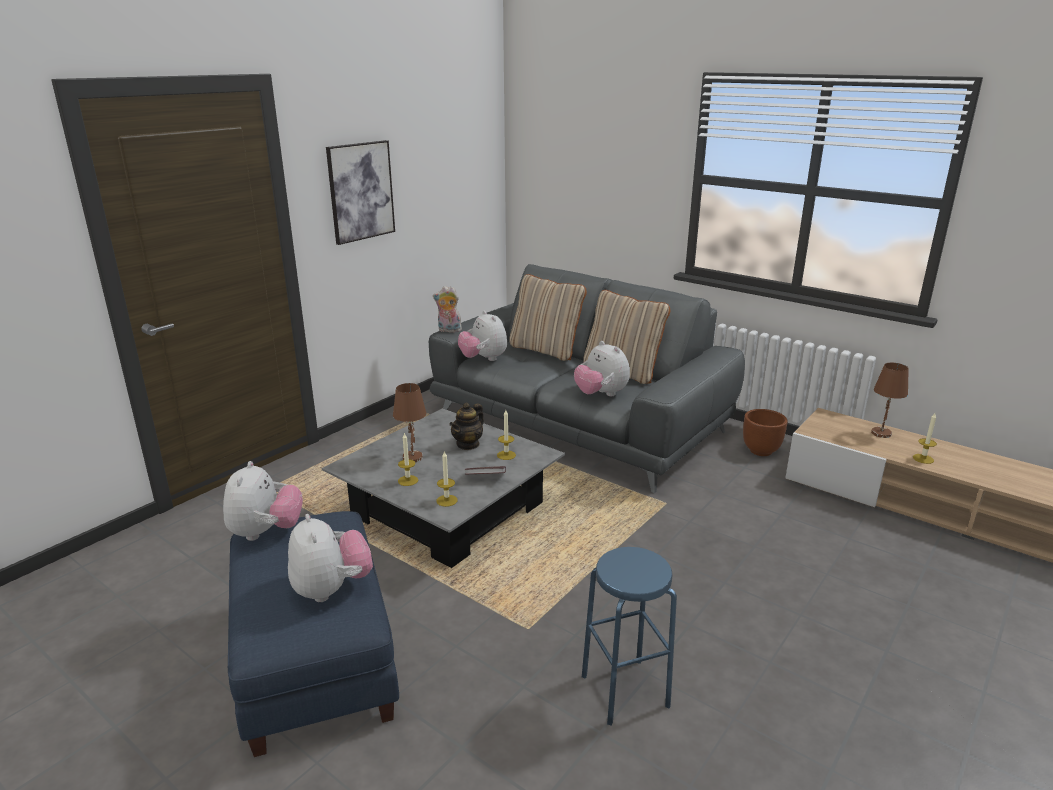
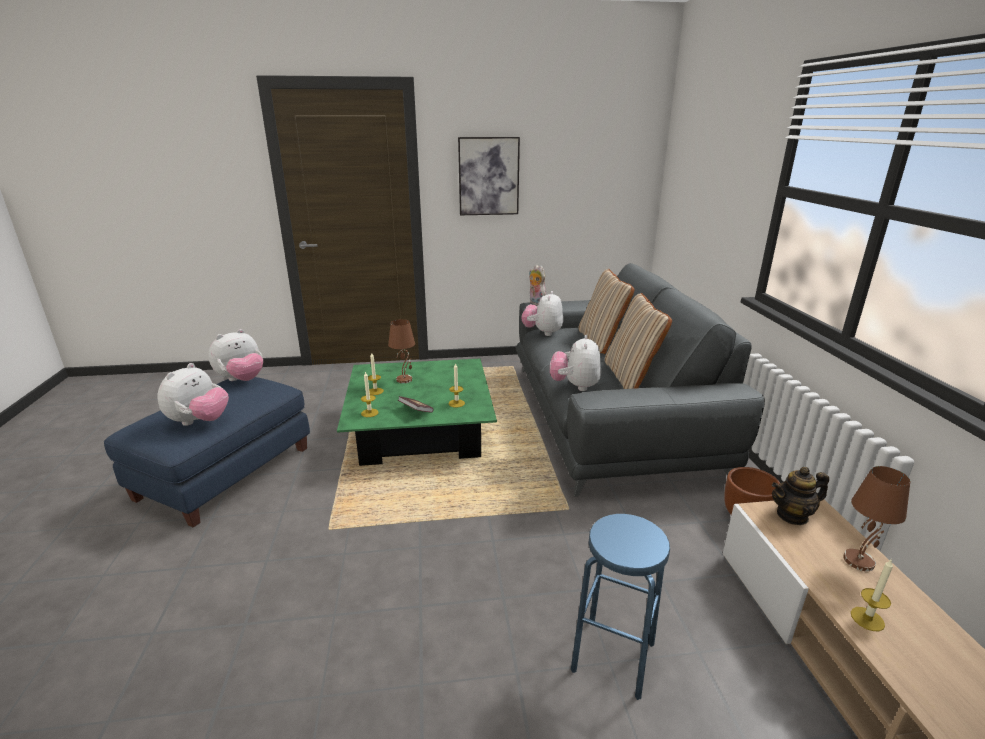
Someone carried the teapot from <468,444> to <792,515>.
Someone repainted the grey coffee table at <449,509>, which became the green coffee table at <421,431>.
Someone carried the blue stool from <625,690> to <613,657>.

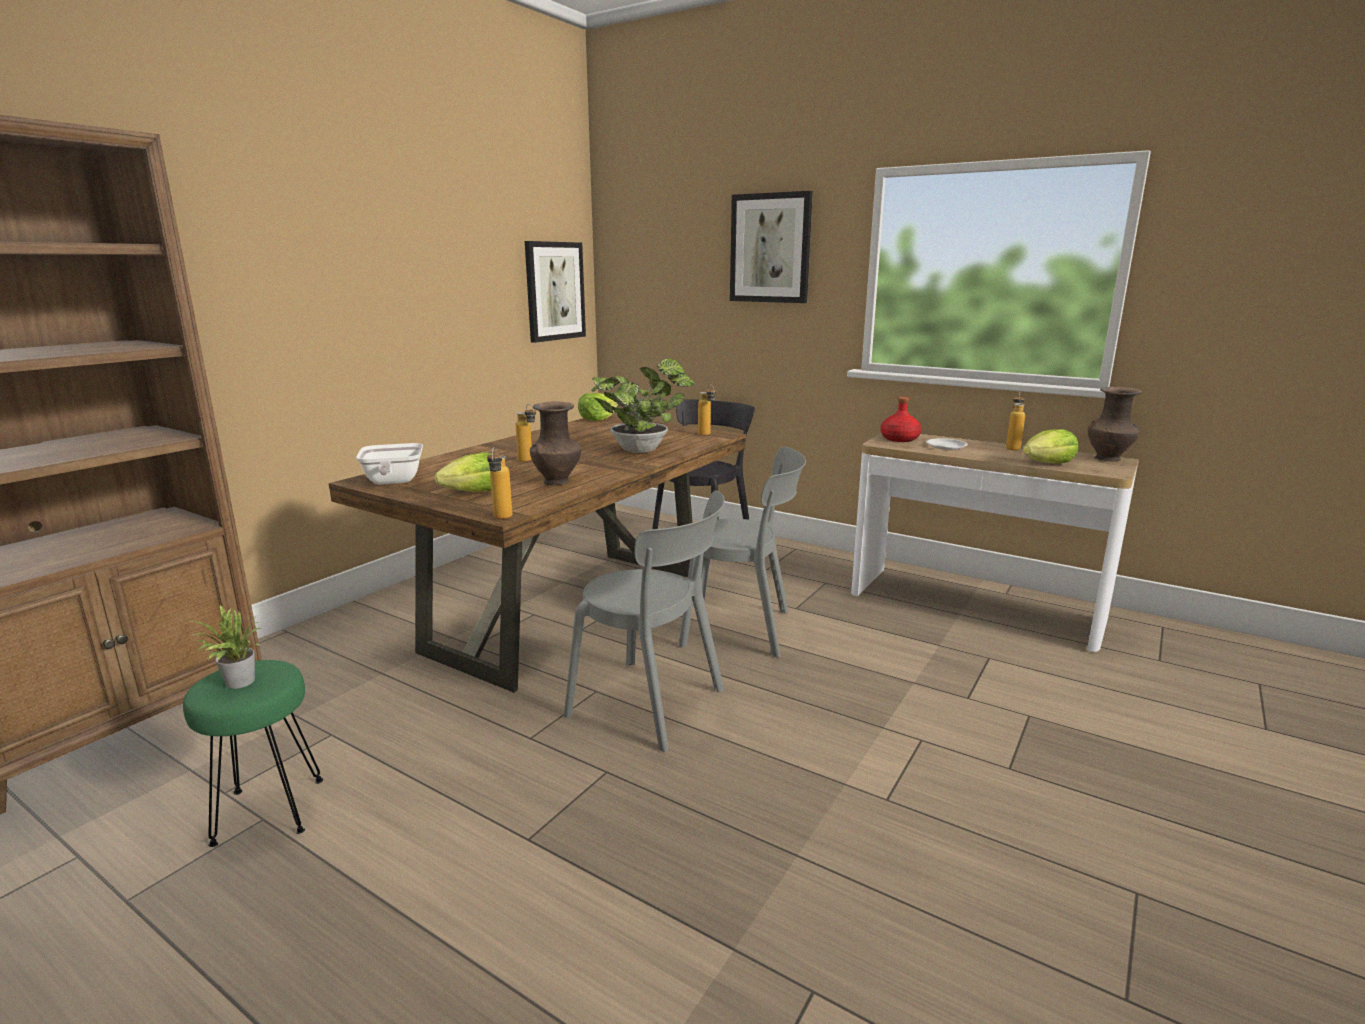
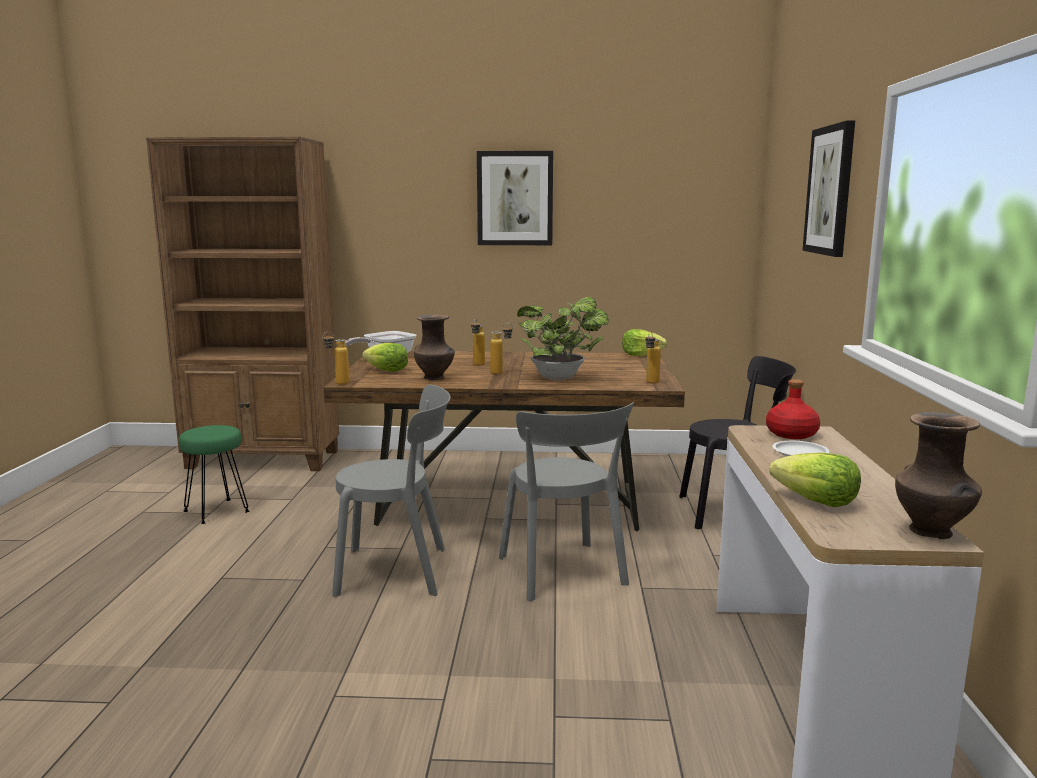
Someone carried the picture from <554,291> to <515,198>.
Someone carried the bottle from <1012,447> to <501,373>.
Someone rotated the grey chair at <652,705> by 90 degrees counterclockwise.
Someone took away the potted plant at <236,683>.

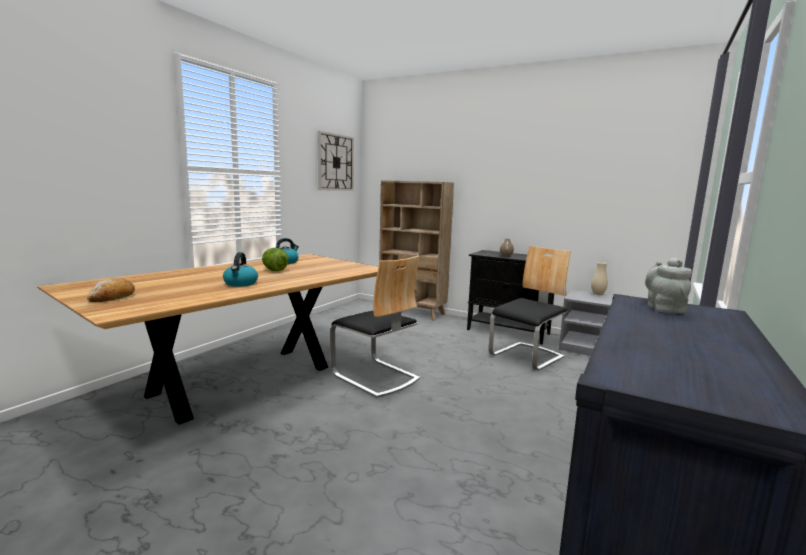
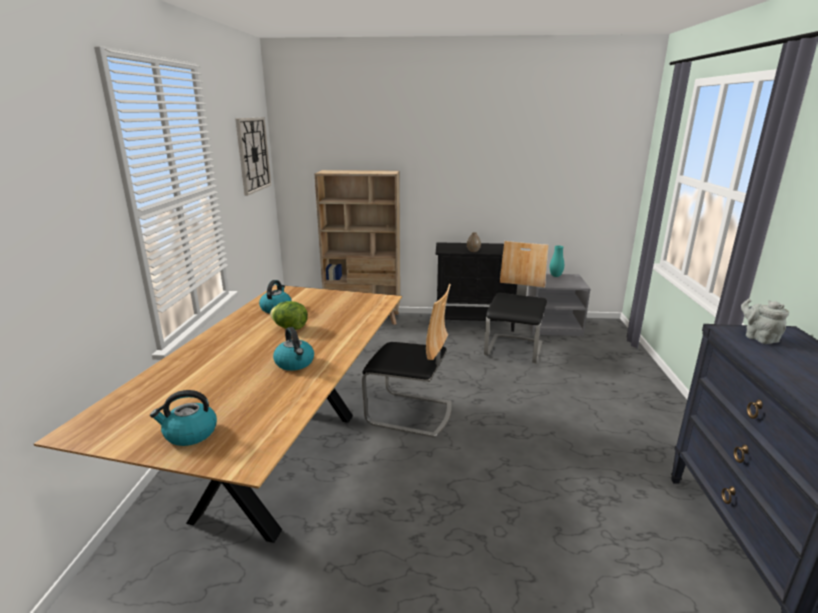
Someone repainted the beige vase at <598,294>, which became the turquoise vase at <555,276>.
Someone swapped the bread at <112,297> for the kettle at <190,434>.

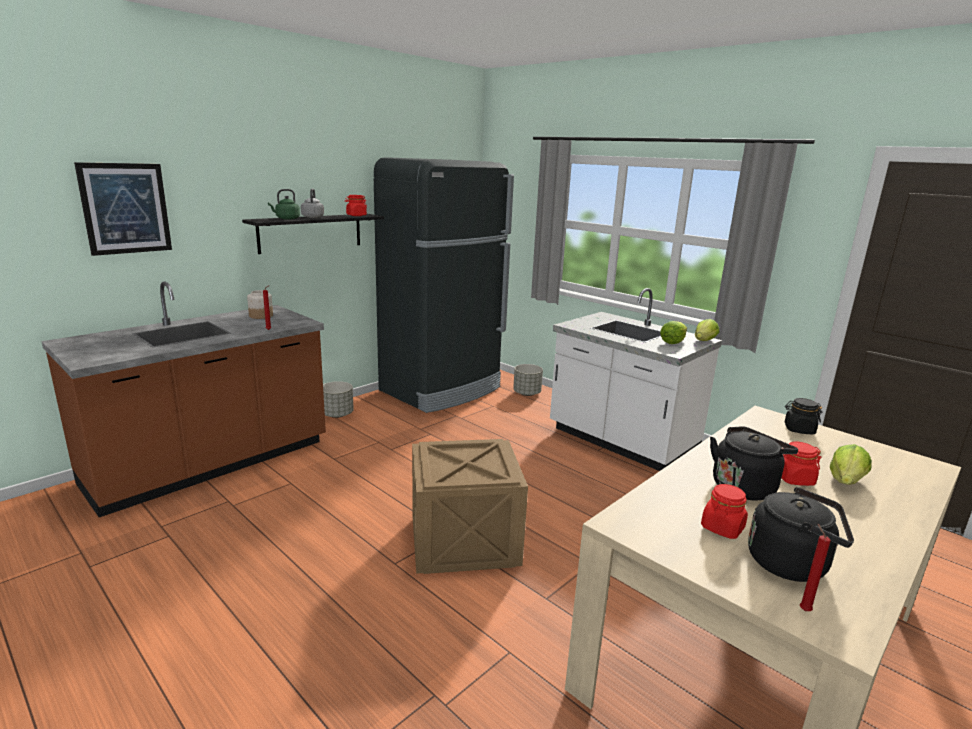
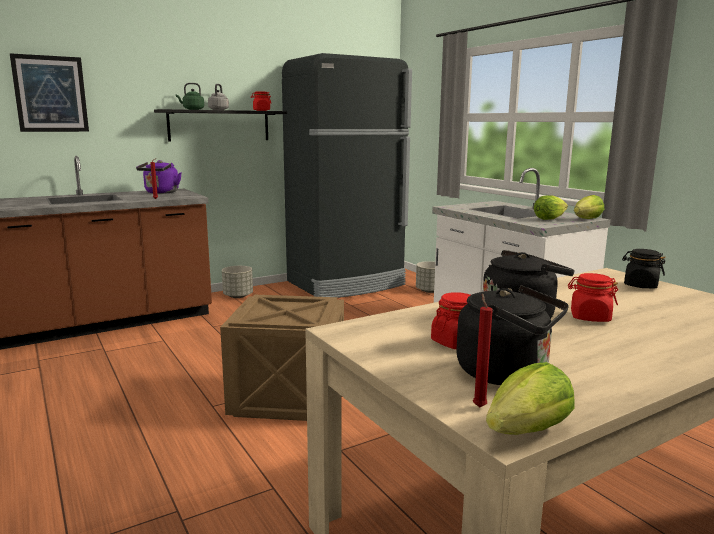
Someone swapped the jar at <260,316> for the purple kettle at <161,193>.
Someone carried the lettuce from <846,481> to <528,431>.

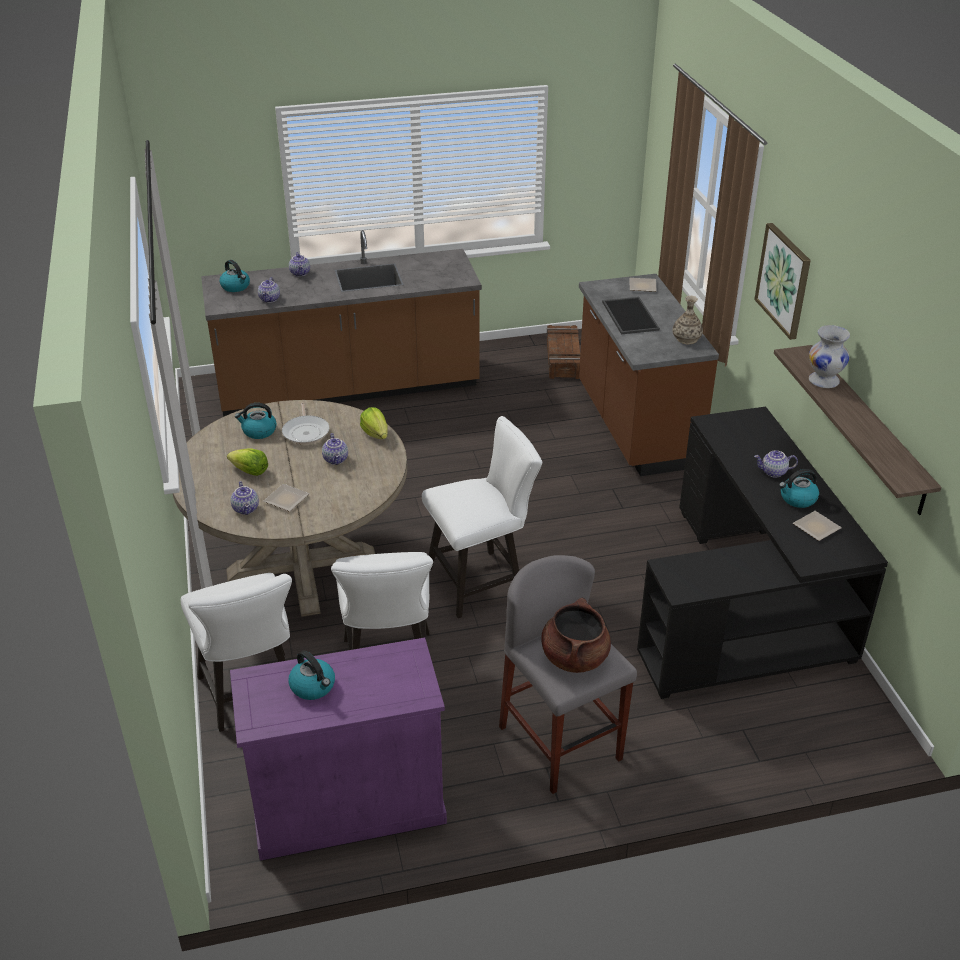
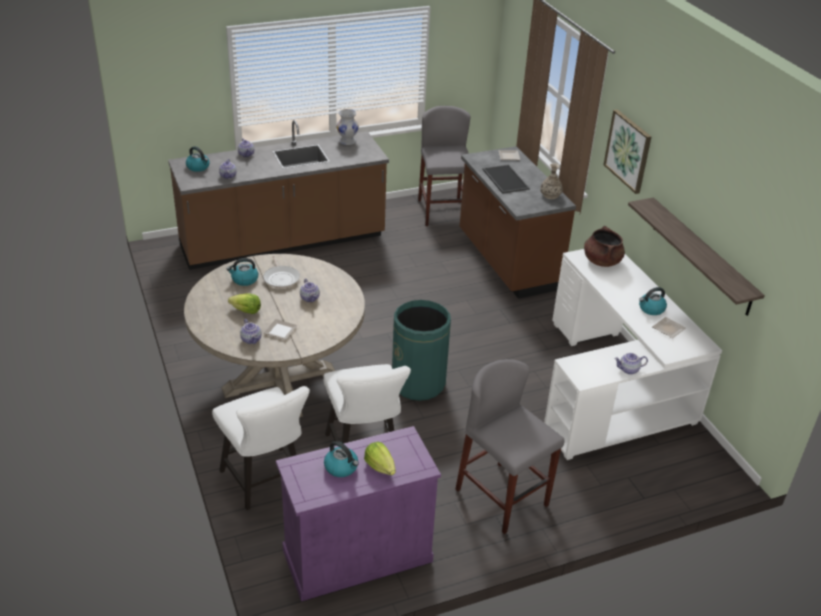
Someone swapped the crate at <563,358> for the grey stool at <442,212>.
Someone carried the white vase from <823,381> to <347,141>.
Someone repainted the black desk at <748,604>, which became the white desk at <614,387>.
Someone carried the lettuce from <376,434> to <380,466>.
Someone swapped the white chair at <481,580> for the green trash can at <418,383>.
Someone carried the teapot from <773,472> to <628,370>.
Someone carried the brown cooking pot from <574,657> to <601,261>.

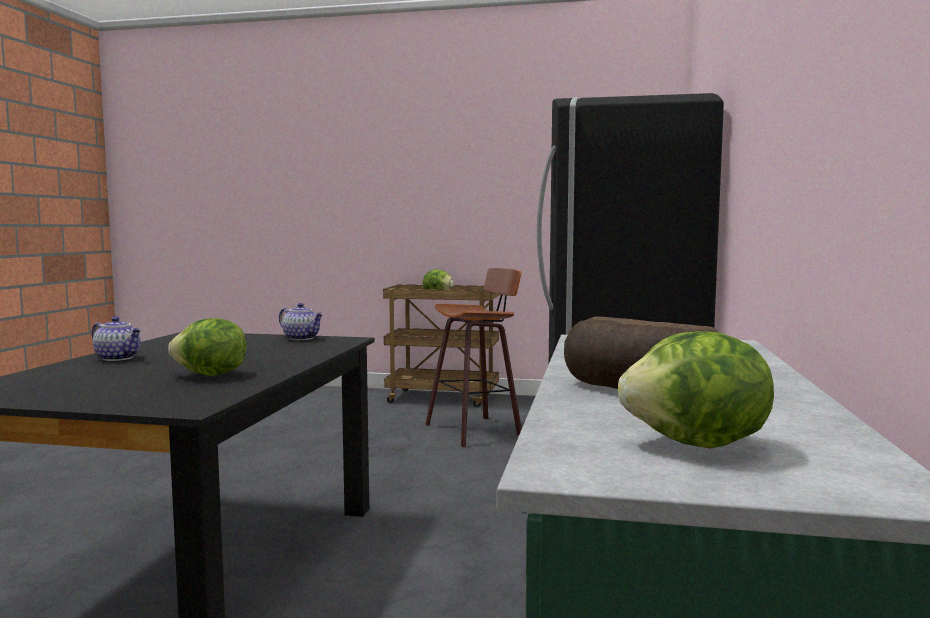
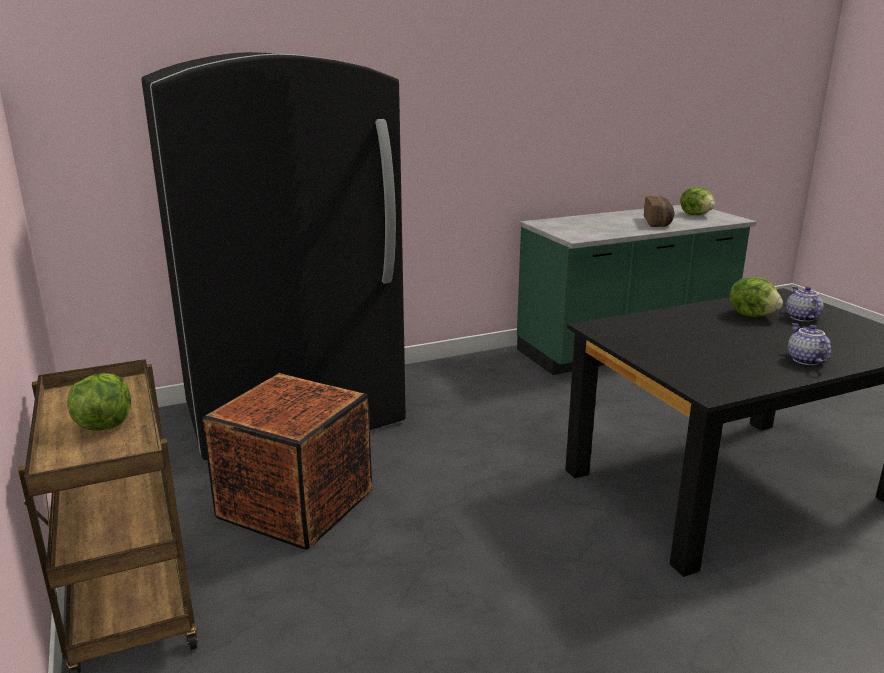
Someone swapped the stool at <476,430> for the crate at <296,504>.
Someone carried the teapot from <302,338> to <801,318>.

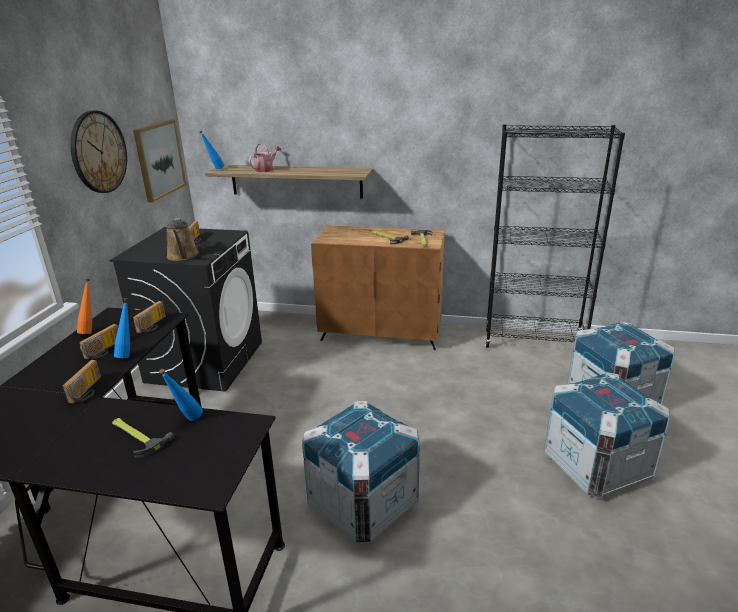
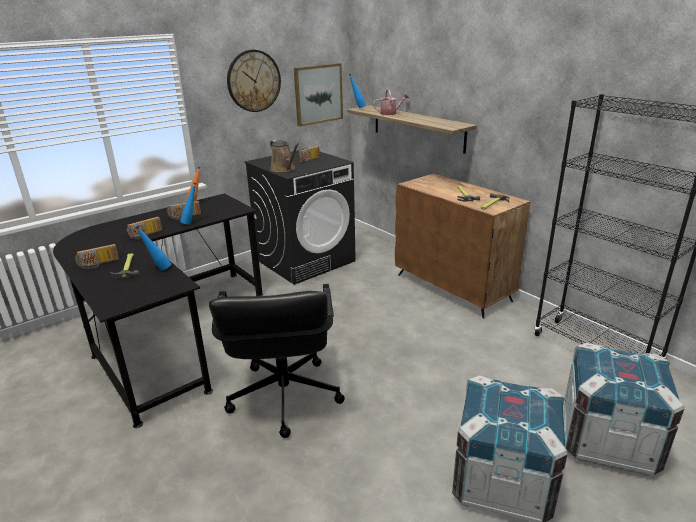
Someone rotated the brown watering can at <183,256> by 60 degrees counterclockwise.
Someone carried the radio from <153,325> to <99,264>.
Someone swapped the crate at <363,503> for the black office chair at <283,397>.

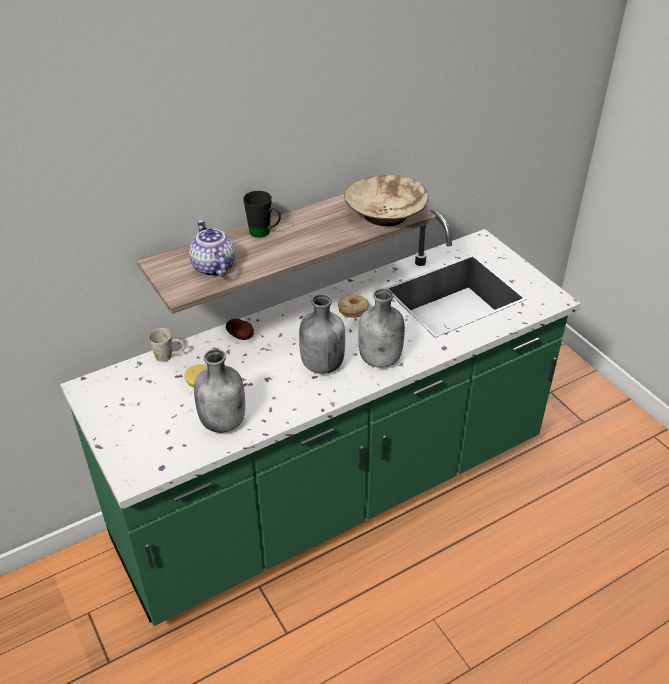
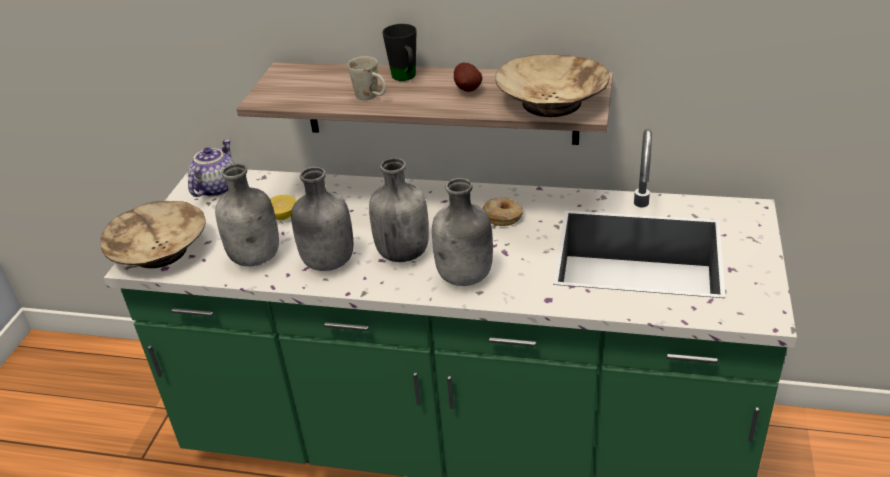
Someone carried the teapot from <212,267> to <215,187>.
Someone carried the potato from <242,337> to <468,90>.
Someone carried the white mug from <169,356> to <372,97>.
Someone put down the grey bottle at <327,262>.
Someone put down the beige bowl at <159,251>.

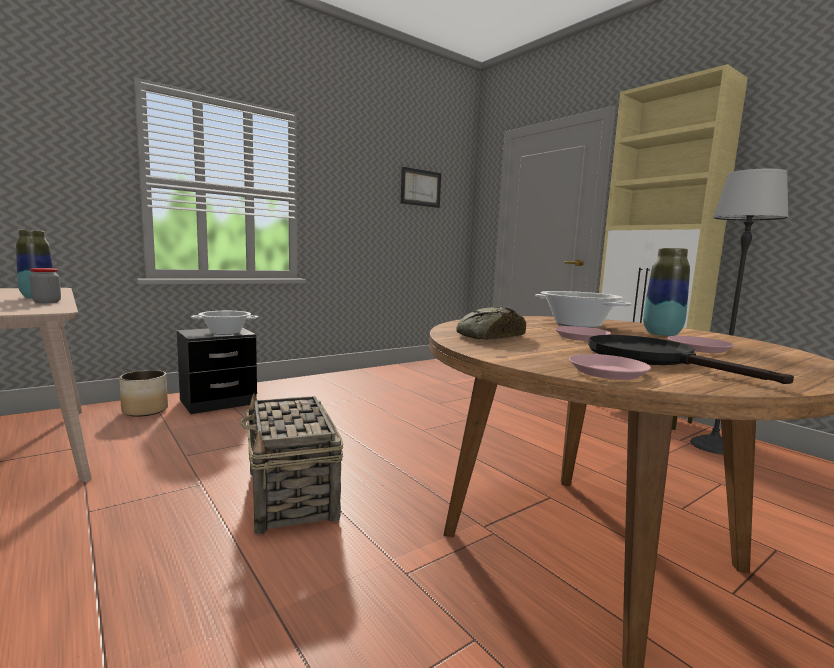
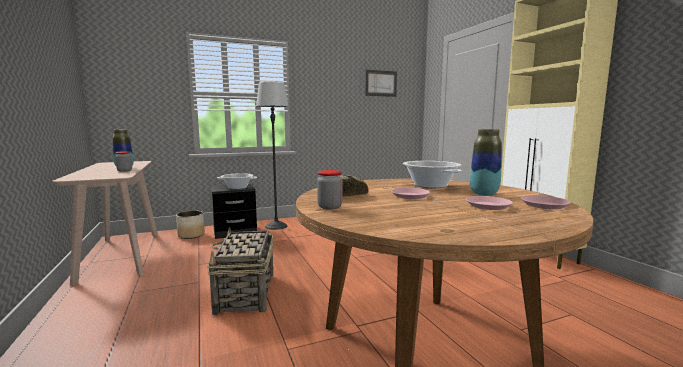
Someone carried the floor lamp from <713,446> to <276,226>.
Someone took away the black frying pan at <652,359>.
Someone carried the pink plate from <608,372> to <544,205>.
Someone put down the jar at <330,207>.

